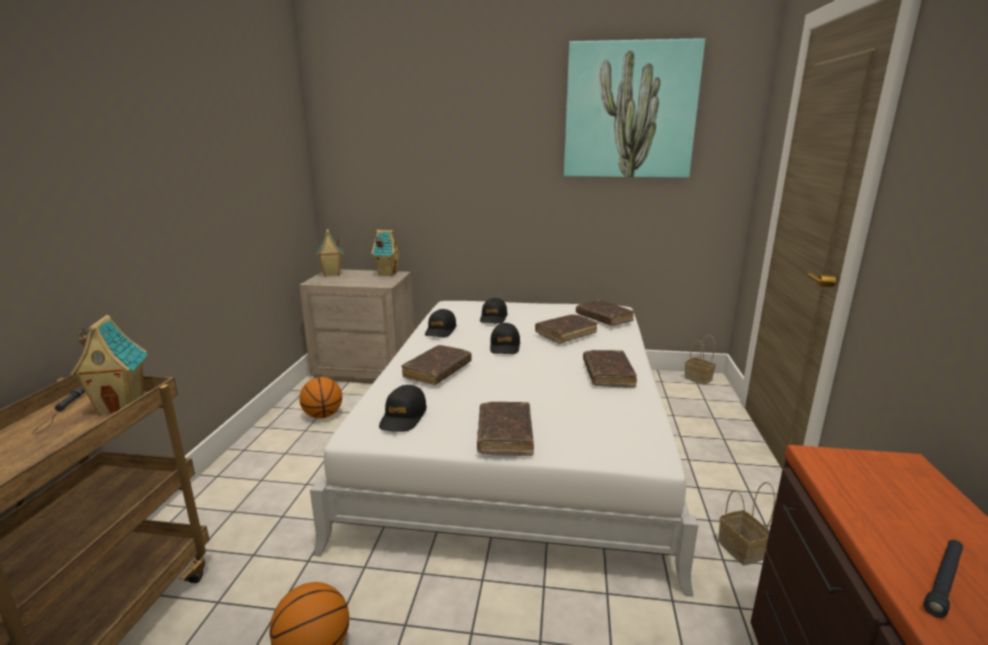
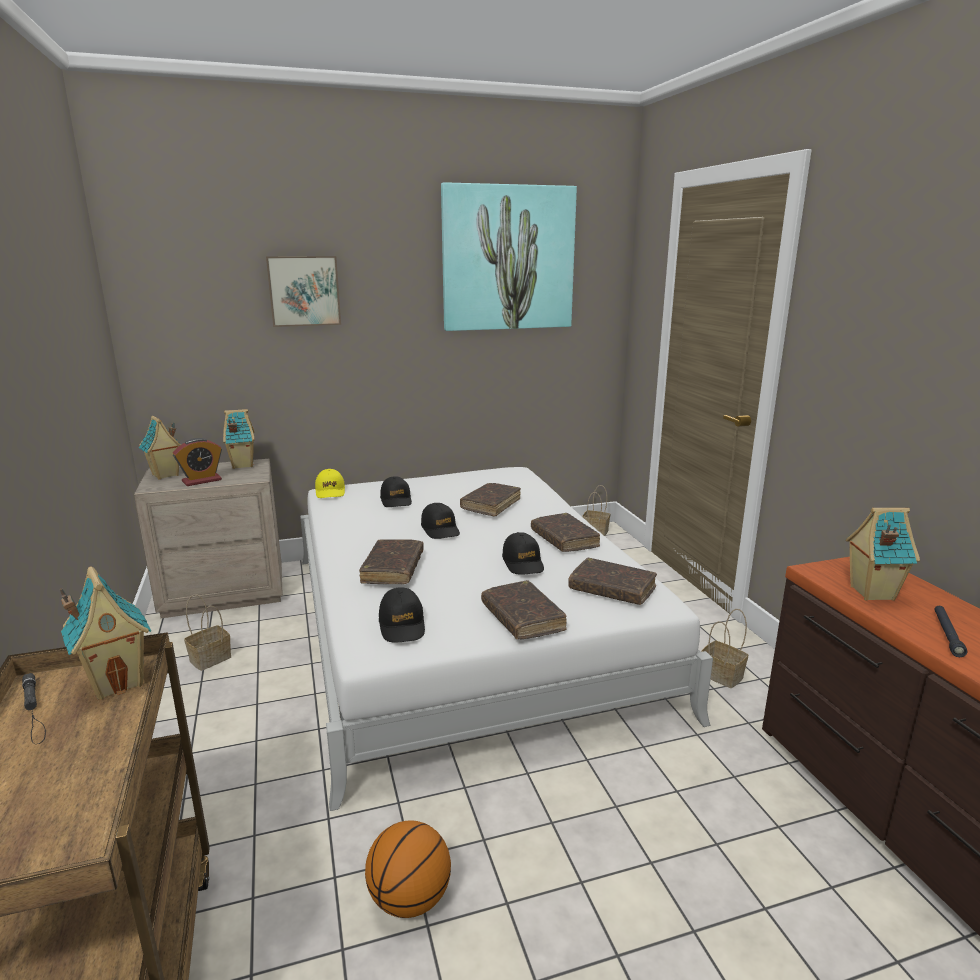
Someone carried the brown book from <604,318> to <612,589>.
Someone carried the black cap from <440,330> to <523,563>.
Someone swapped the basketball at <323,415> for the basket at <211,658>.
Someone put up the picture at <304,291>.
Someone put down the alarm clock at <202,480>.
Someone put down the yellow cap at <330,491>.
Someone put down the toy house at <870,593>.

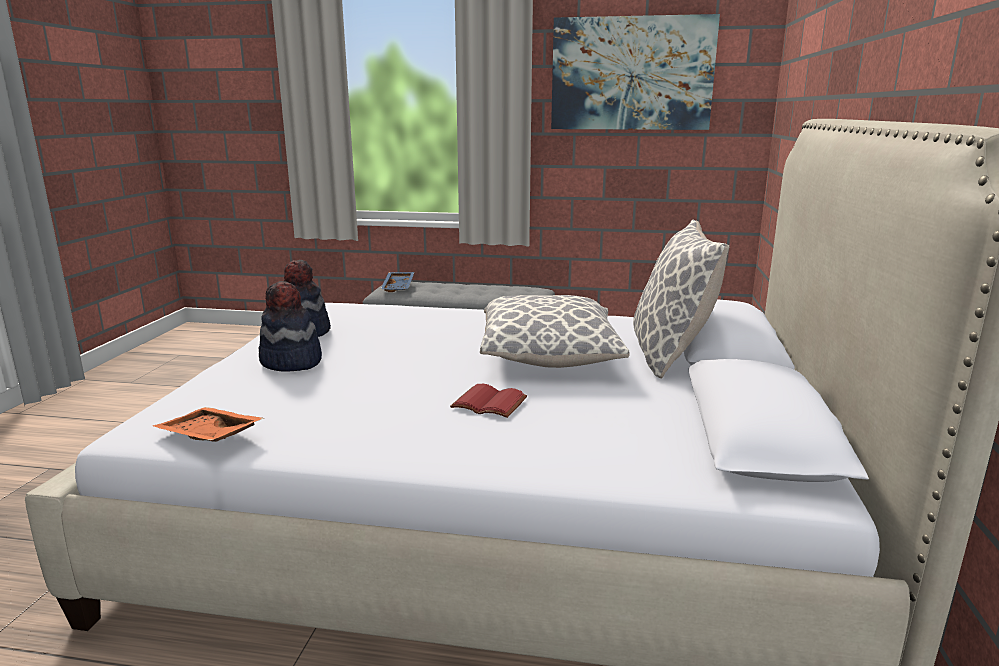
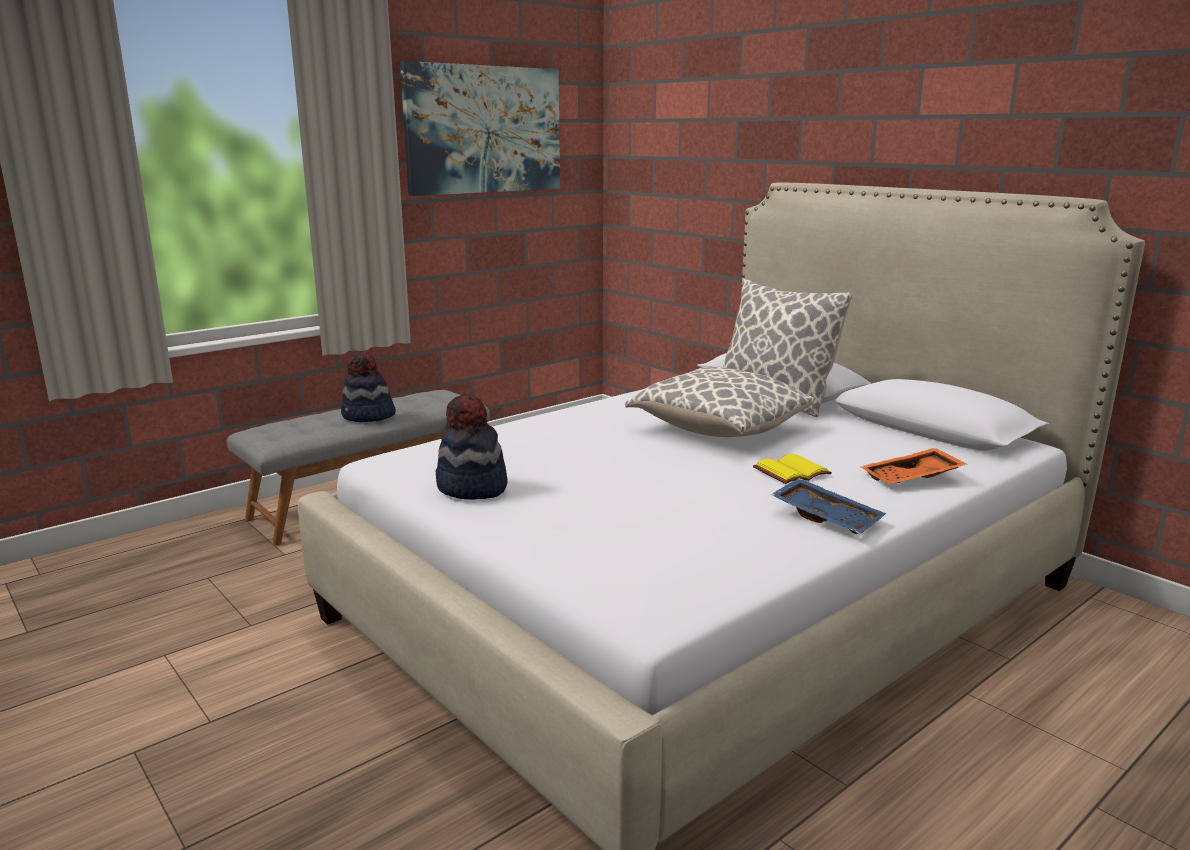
Someone carried the blue tray from <399,287> to <827,517>.
Someone carried the hat from <291,362> to <368,416>.
Someone repainted the red book at <487,404>, which became the yellow book at <792,473>.
Someone carried the orange tray from <208,437> to <912,478>.

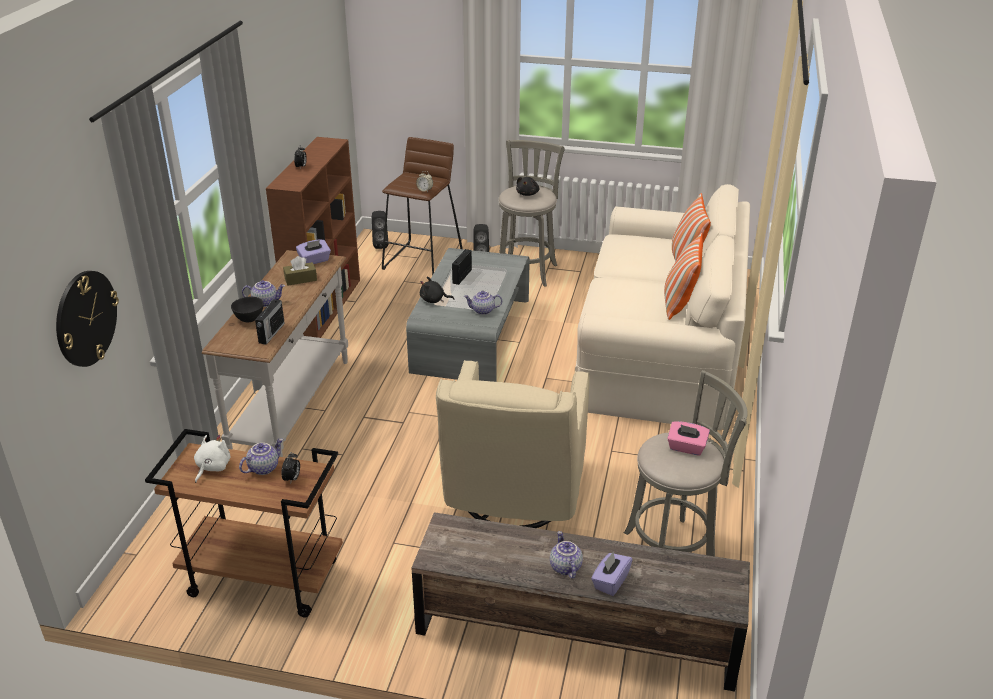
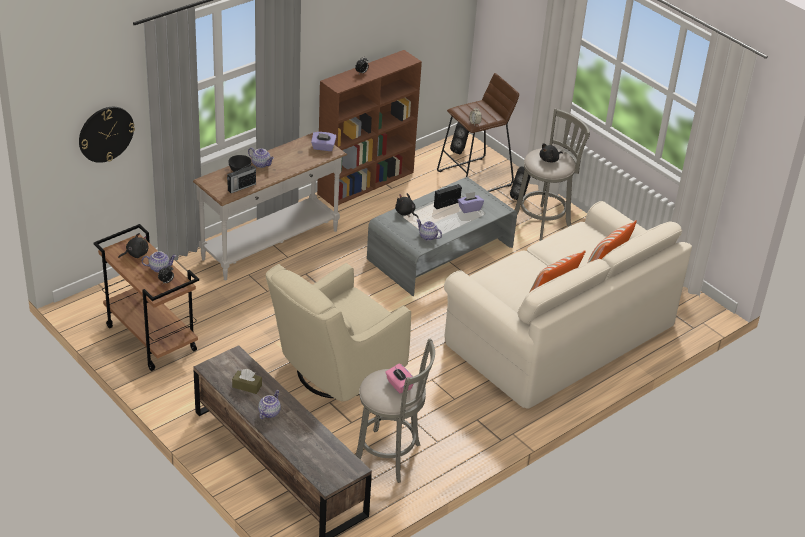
Someone carried the brown tissue box from <300,279> to <247,386>.
Someone repainted the white plush toy at <212,467>, which became the black plush toy at <135,254>.
Someone carried the purple tissue box from <610,582> to <469,208>.

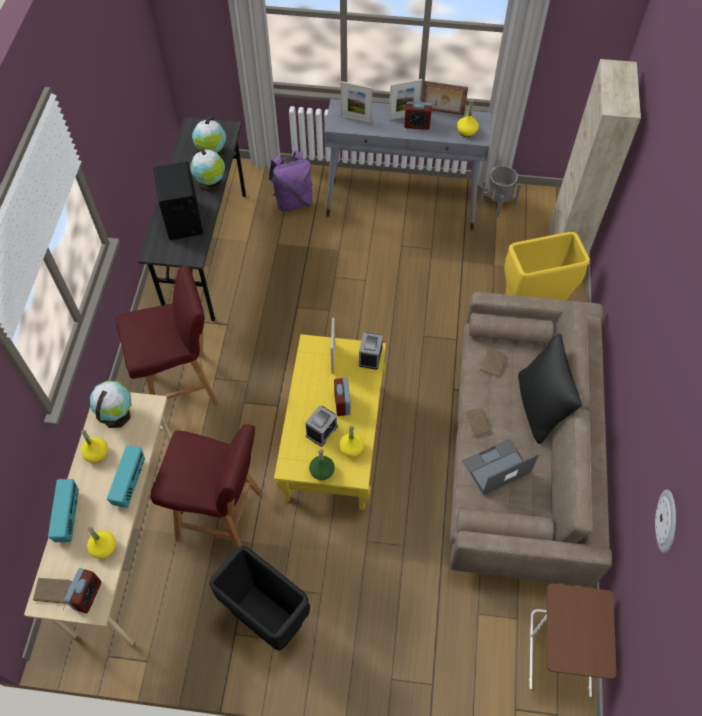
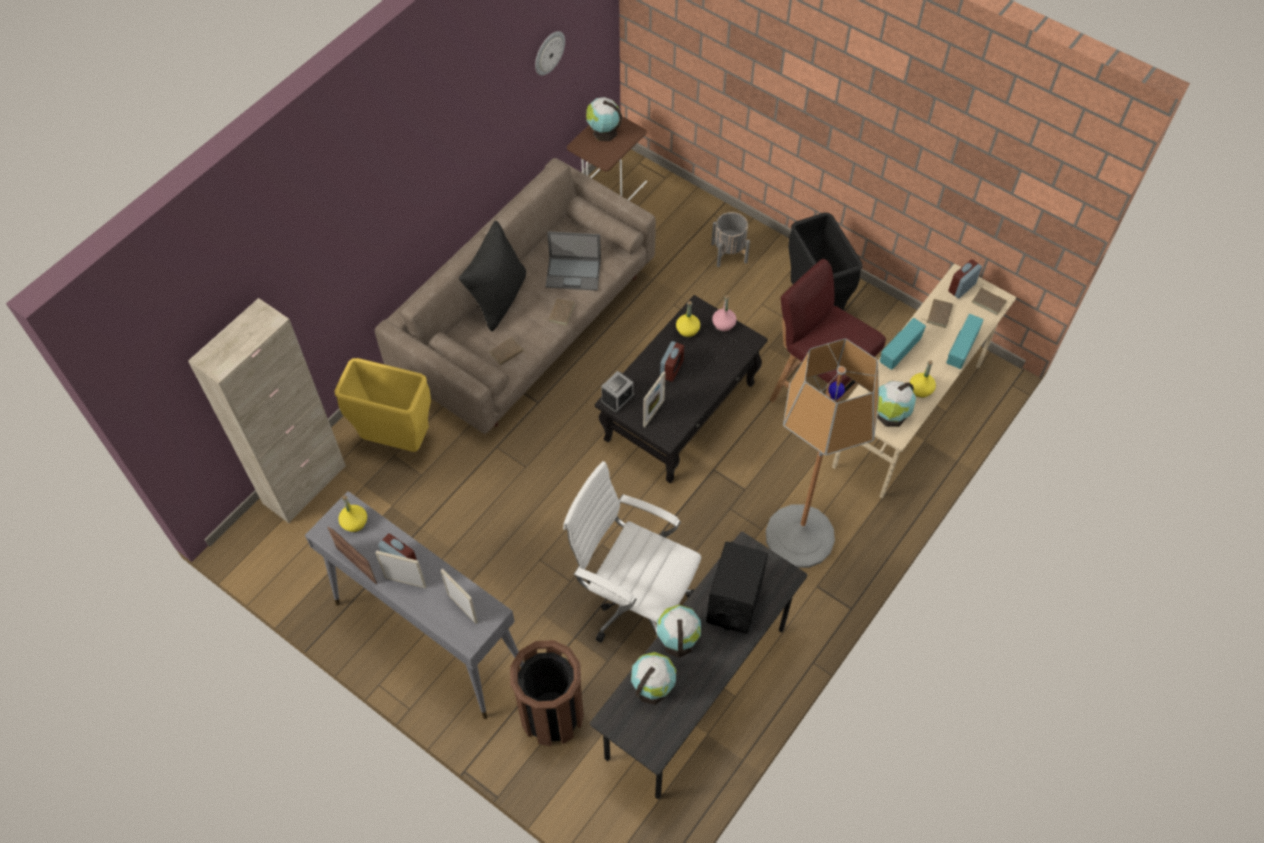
Someone swapped the purple backpack at <293,201> for the brown trash can at <551,715>.
Someone carried the grey planter from <498,203> to <729,253>.
Someone swapped the red stool at <182,387> for the floor lamp at <799,536>.
Someone repainted the yellow coffee table at <333,442>, which became the black coffee table at <680,411>.
Someone took away the alarm clock at <321,431>.
Someone repainted the green bottle at <322,471>, which became the pink bottle at <723,324>.
Someone swapped the yellow bottle at <104,547> for the brown book at <938,314>.
Someone put down the globe at <603,132>.
Someone put down the white office chair at <633,600>.

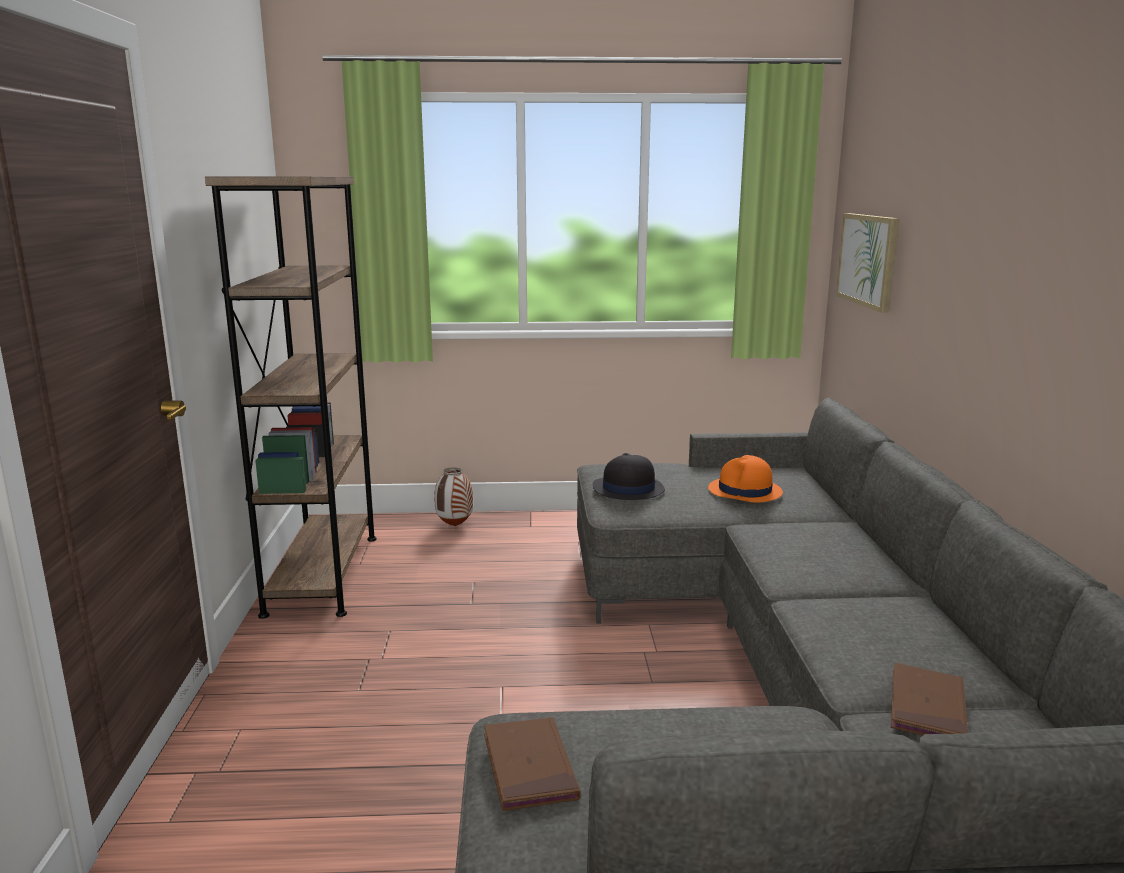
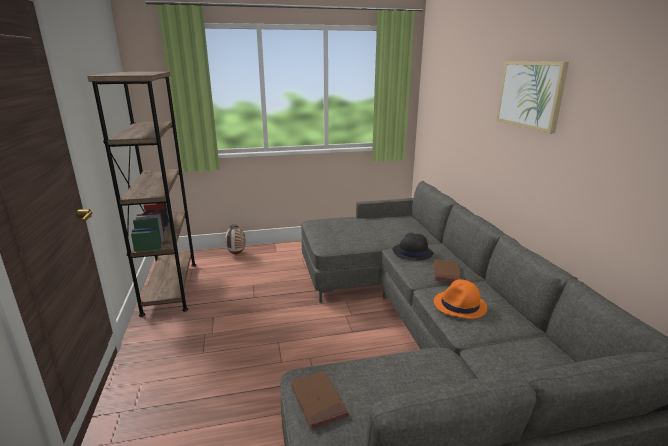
Someone carried the picture from <868,260> to <530,94>.
Someone carried the black hat from <627,489> to <412,252>.
Someone carried the orange hat from <745,491> to <460,305>.
Someone carried the brown book from <927,708> to <446,273>.

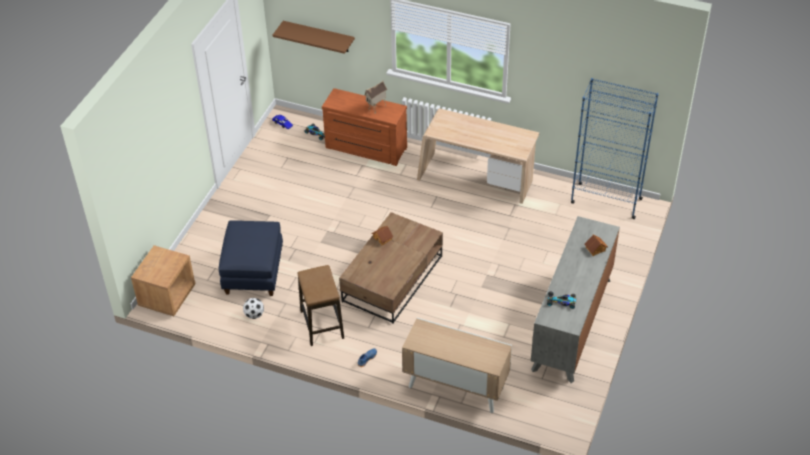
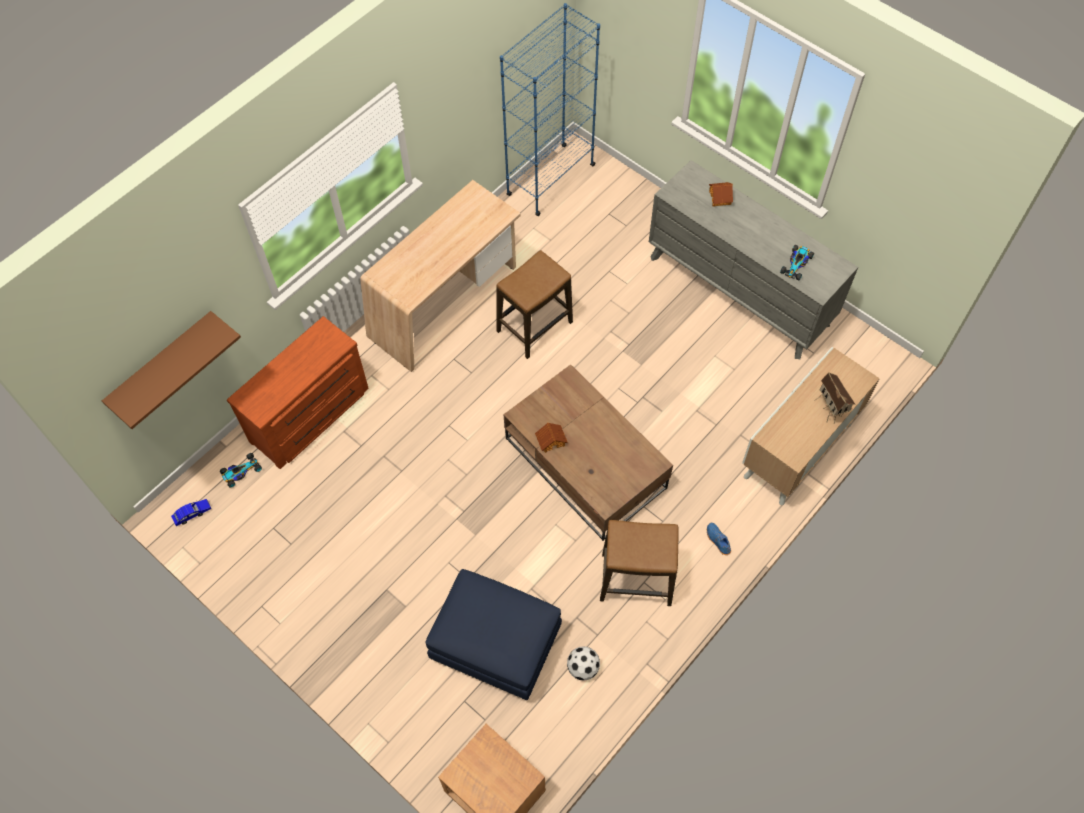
Someone carried the toy house from <376,109> to <829,410>.
Someone put down the stool at <534,327>.

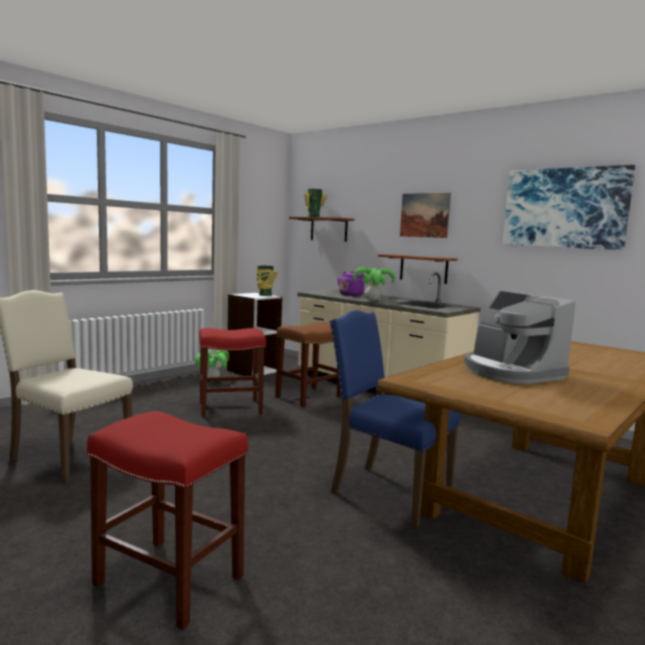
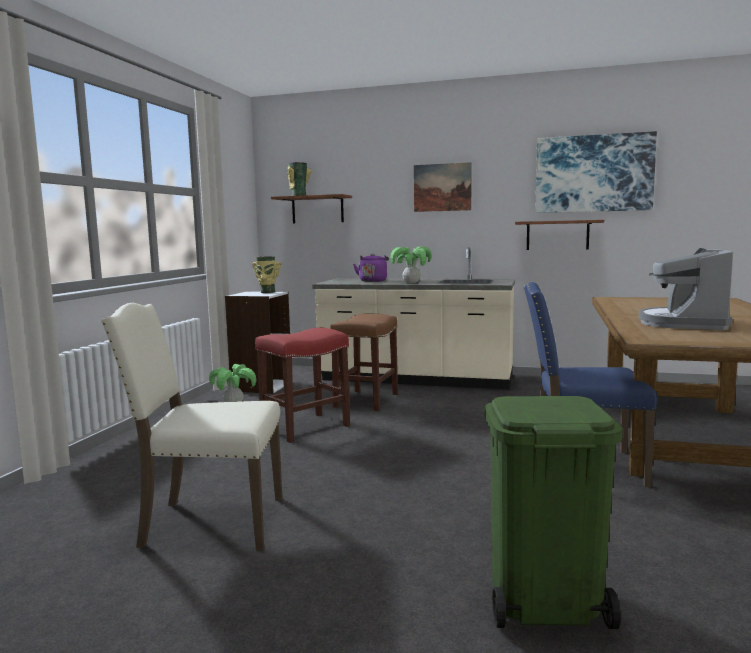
Someone carried the shelf from <423,269> to <557,235>.
Someone rotated the coffee machine at <510,372> by 75 degrees clockwise.
Someone swapped the red stool at <167,580> for the green trash can at <543,600>.

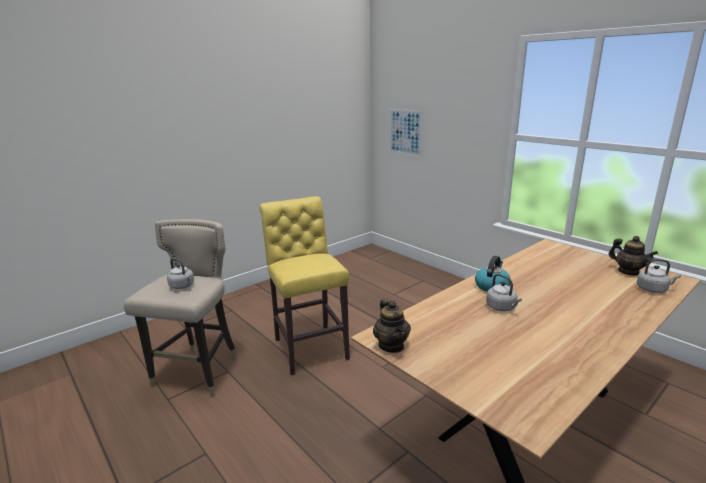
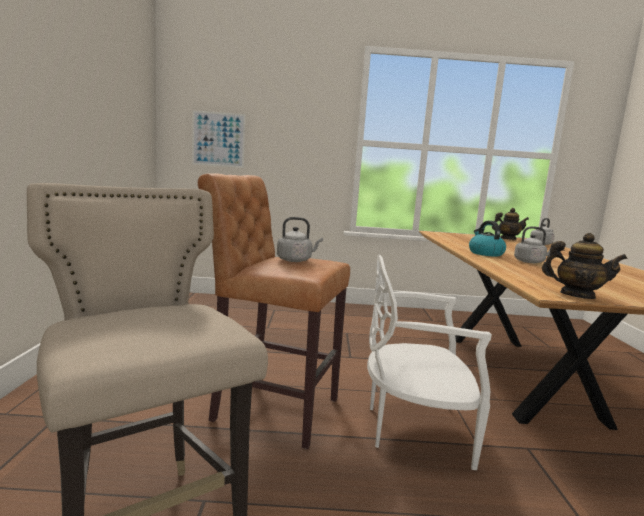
Someone repainted the yellow stool at <309,346>, which became the brown stool at <270,408>.
Someone carried the grey kettle from <183,286> to <296,260>.
Someone put down the white chair at <413,429>.

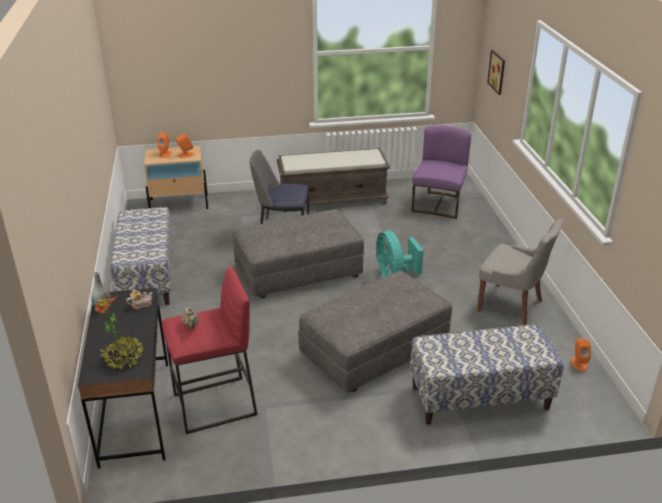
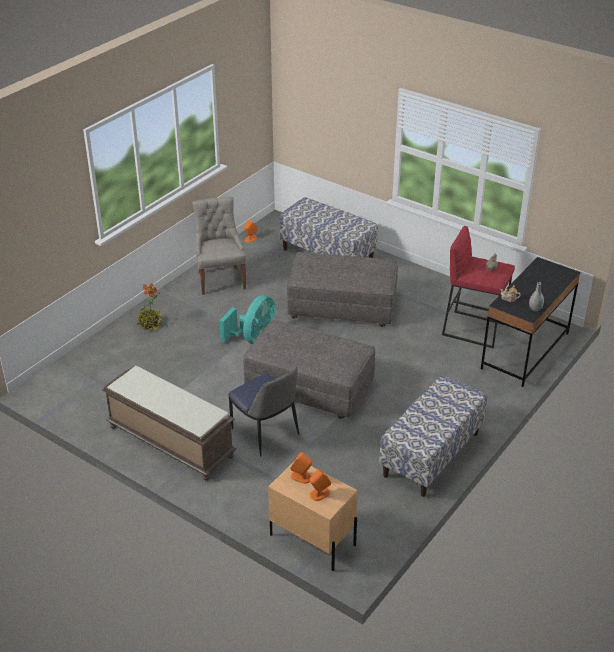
Someone took away the picture at <498,72>.
Someone took away the purple chair at <438,204>.
Someone carried the potted plant from <124,358> to <150,324>.

